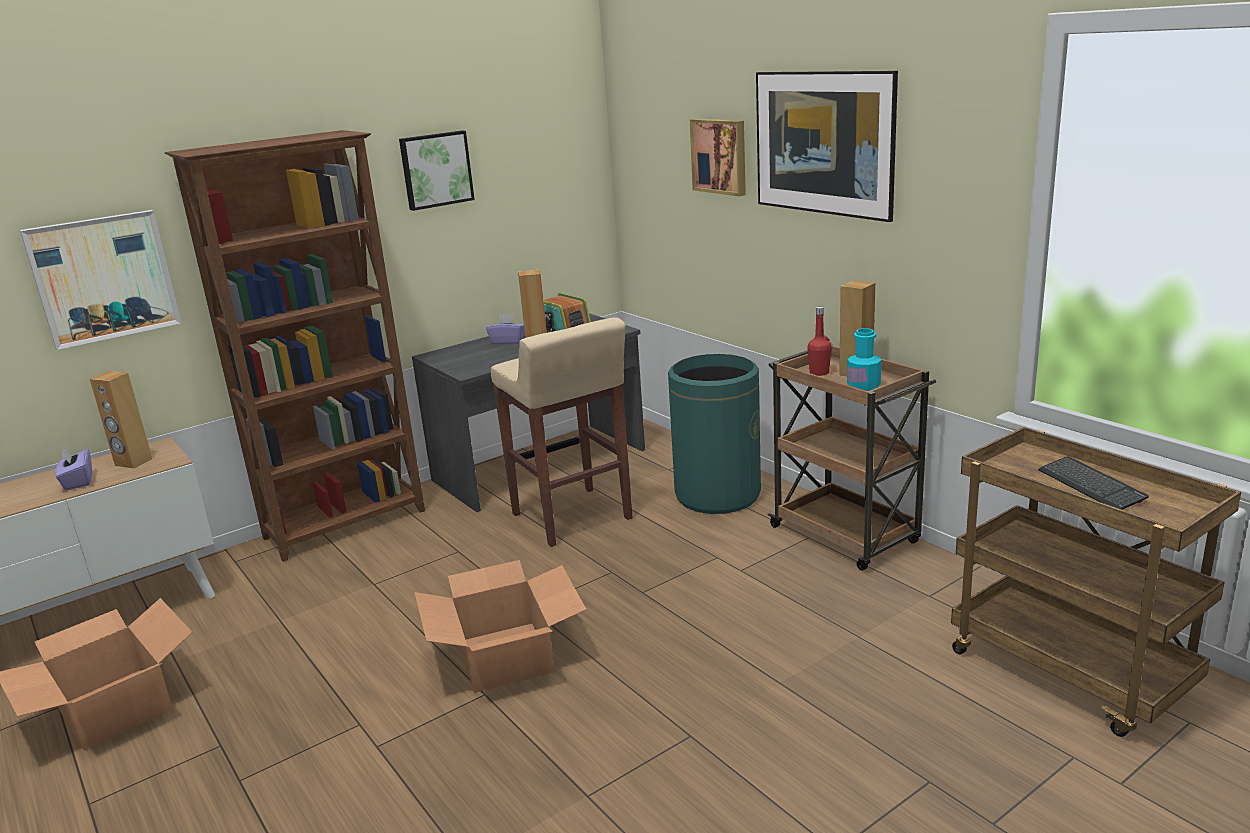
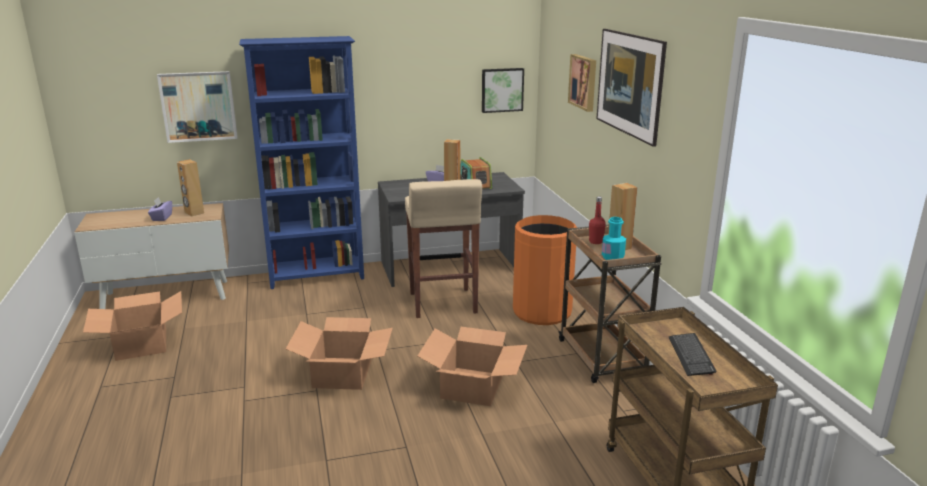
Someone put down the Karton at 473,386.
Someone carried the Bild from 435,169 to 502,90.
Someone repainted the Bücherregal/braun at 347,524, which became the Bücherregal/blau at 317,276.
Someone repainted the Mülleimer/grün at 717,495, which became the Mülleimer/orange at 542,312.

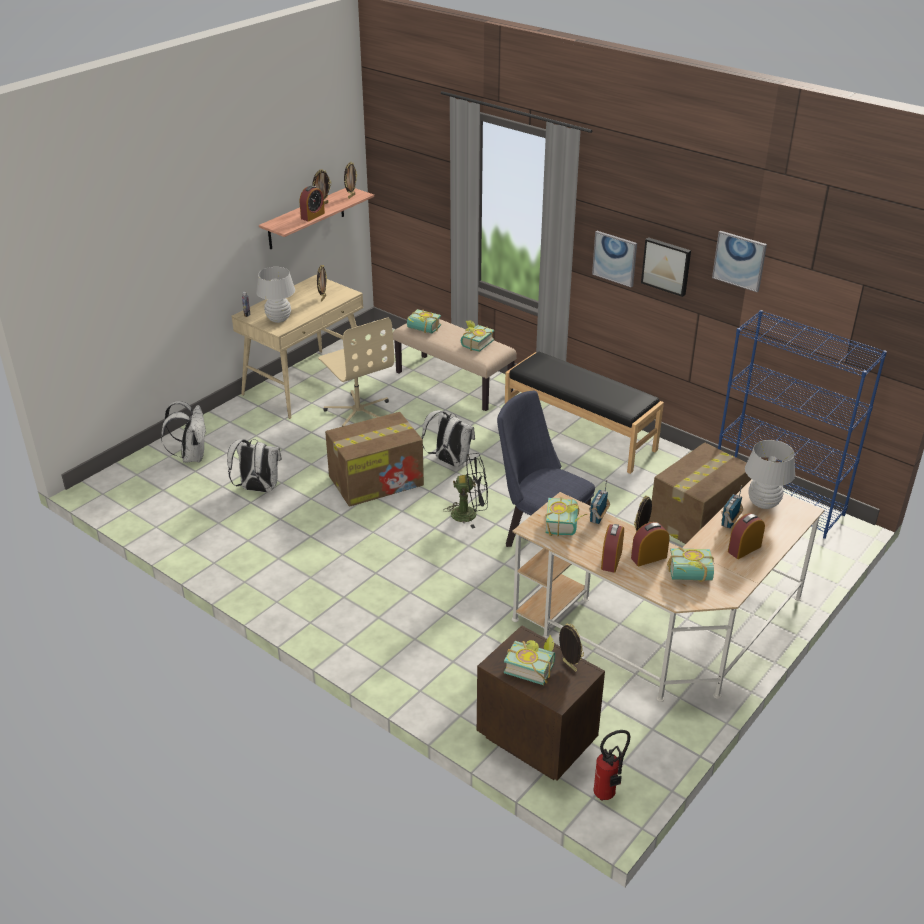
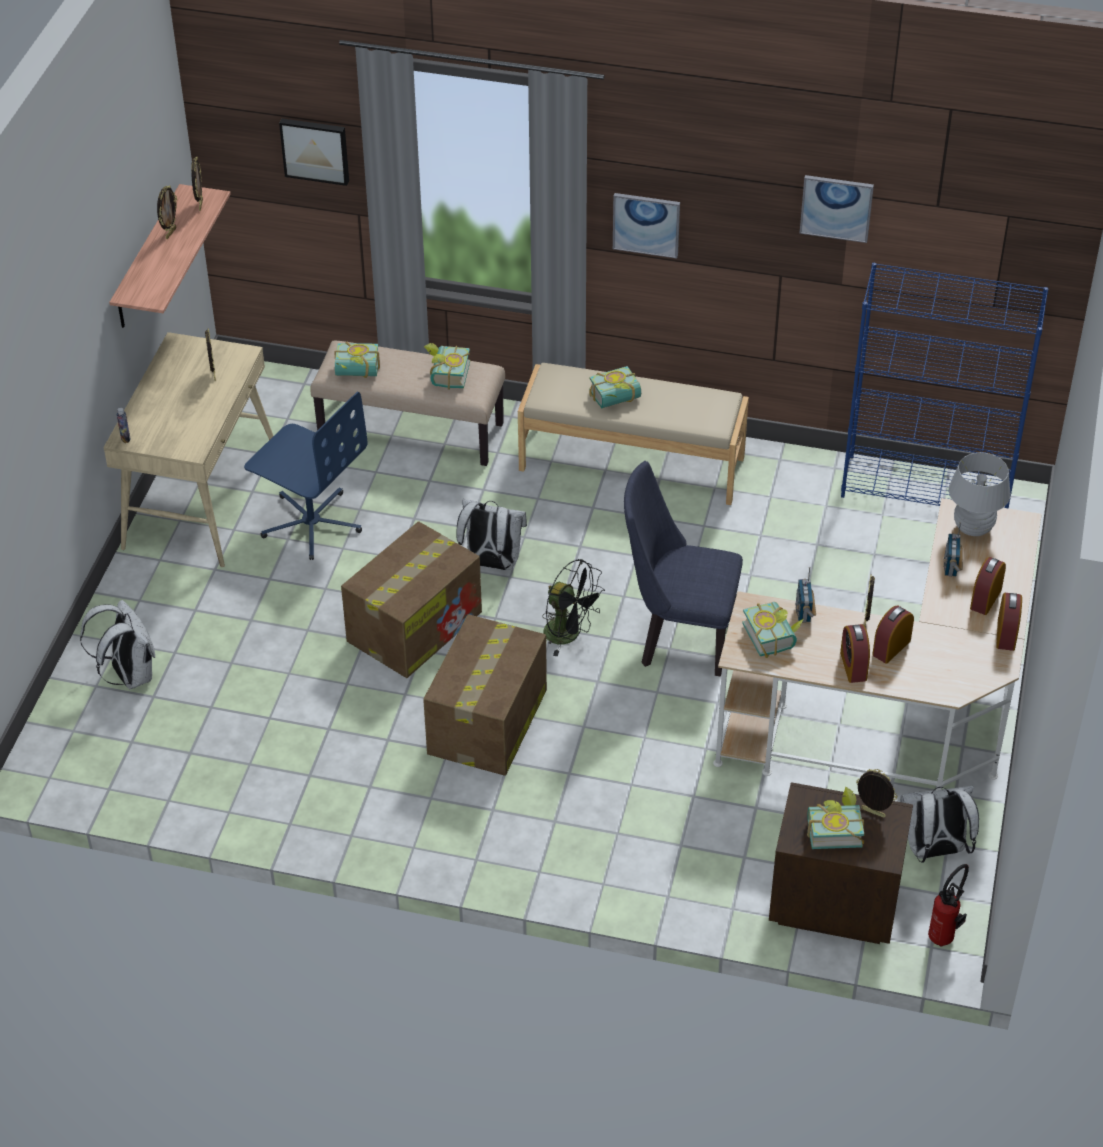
Someone took away the Tischlampe/weiß at 278,319.
Someone carried the Rucksack/weiß from 258,489 to 934,850.
Someone carried the Wecker from 312,216 to 1006,634.
Someone carried the Bild from 667,266 to 315,150.
Someone carried the Karton from 696,518 to 487,723.
Someone carried the Buch from 690,577 to 617,400.
Someone repainted the Bürostuhl/beige at 358,411, which became the Bürostuhl/blau at 311,523.
Someone repainted the Bank/schwarz at 580,434, which became the Bank/beige at 632,462.
Someone rotated the Ventilator/schwarz at 470,514 by 60 degrees clockwise.

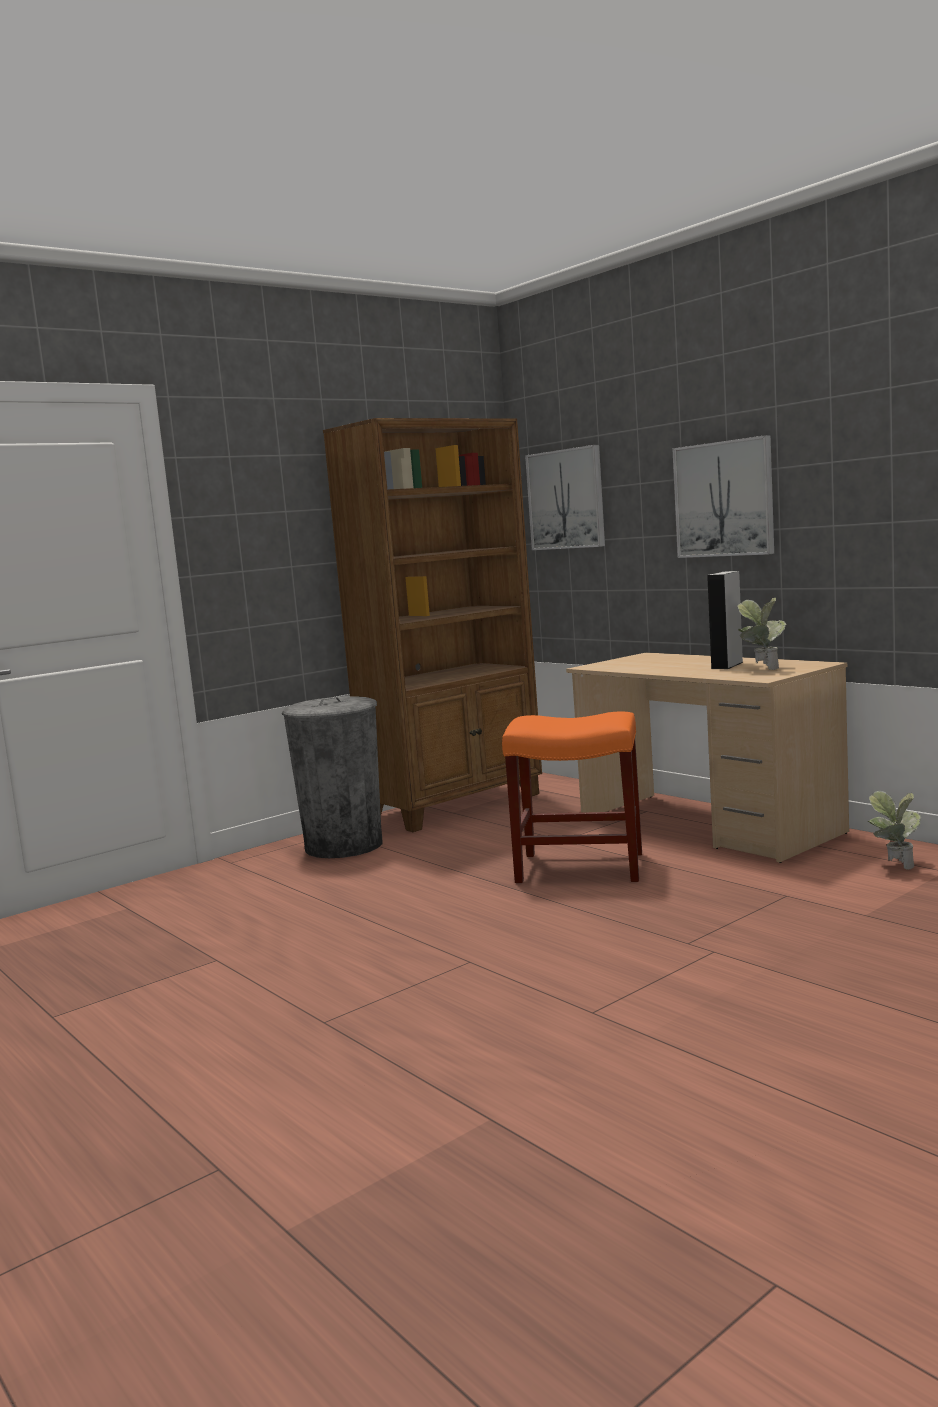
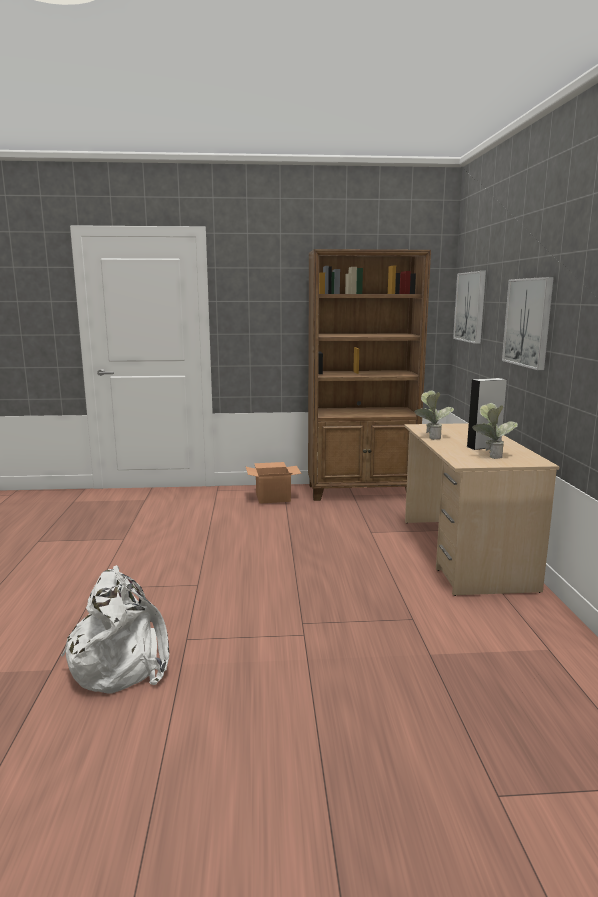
Someone took away the Hocker/orange at 578,867.
Someone put down the Rucksack/weiß at 121,663.
Someone carried the Topfpflanze from 894,865 to 431,437.
Someone swapped the Mülleimer/grau at 344,846 for the Karton at 272,497.

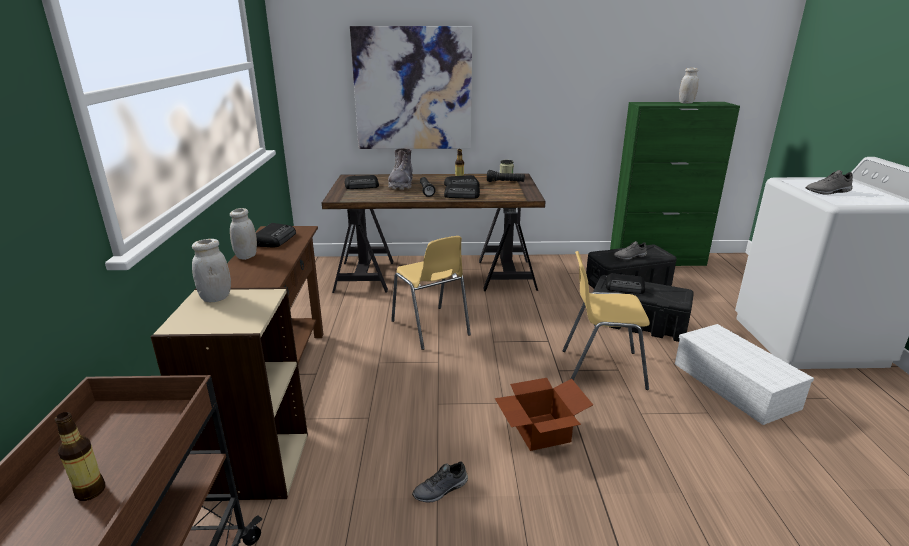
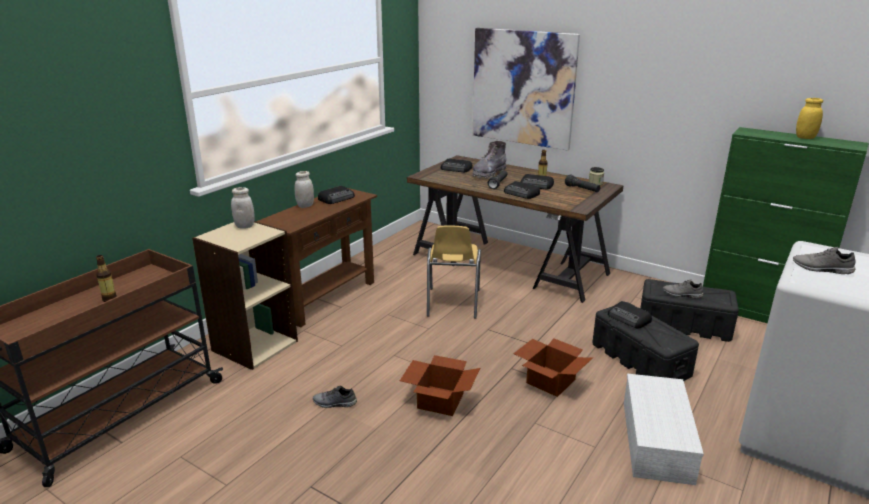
Someone swapped the Stuhl/gelb at 601,368 for the Karton at 550,380.
Someone repainted the Vorratsglas/weiß at 686,103, which became the Vorratsglas/gelb at 805,137.

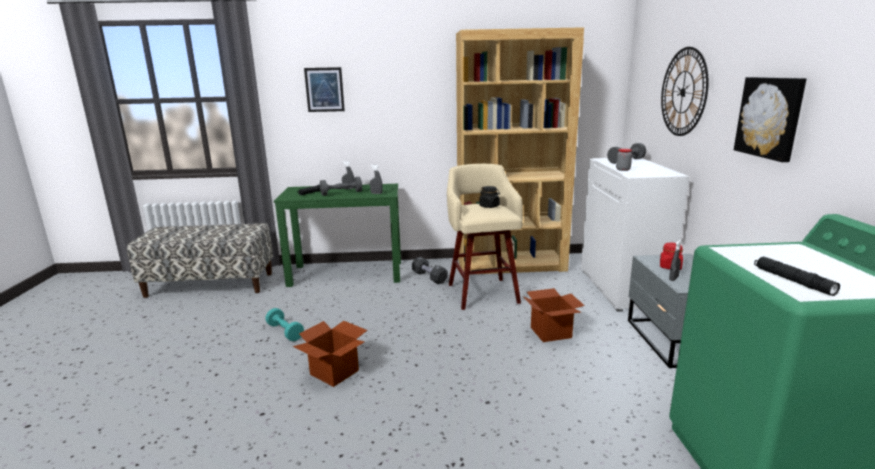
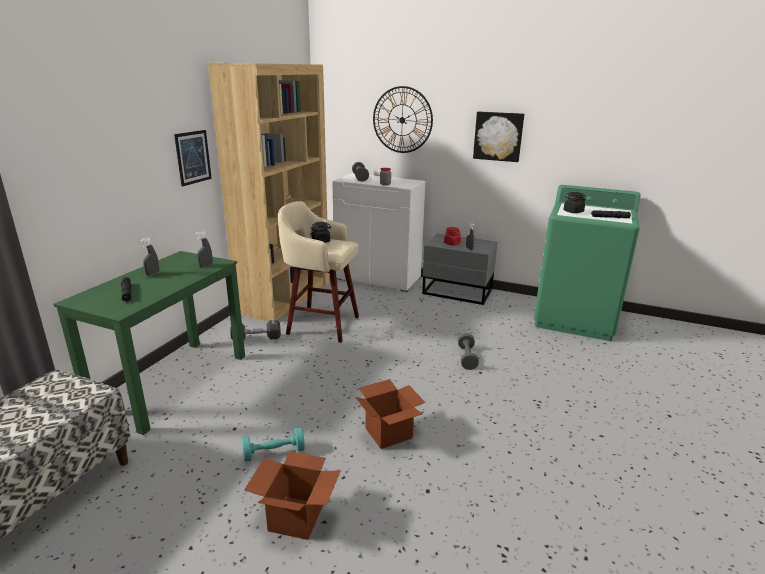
Someone put down the Vorratsglas/schwarz at 573,211.
Someone carried the Bild from 324,89 to 193,157.
Someone carried the Hantel/grau from 341,193 to 467,358.
Someone carried the Karton from 550,333 to 296,518.

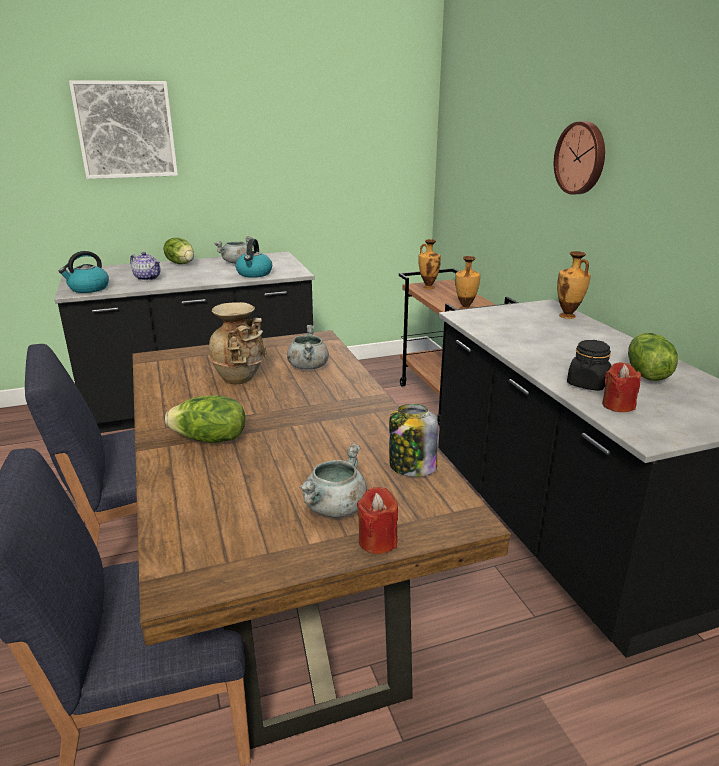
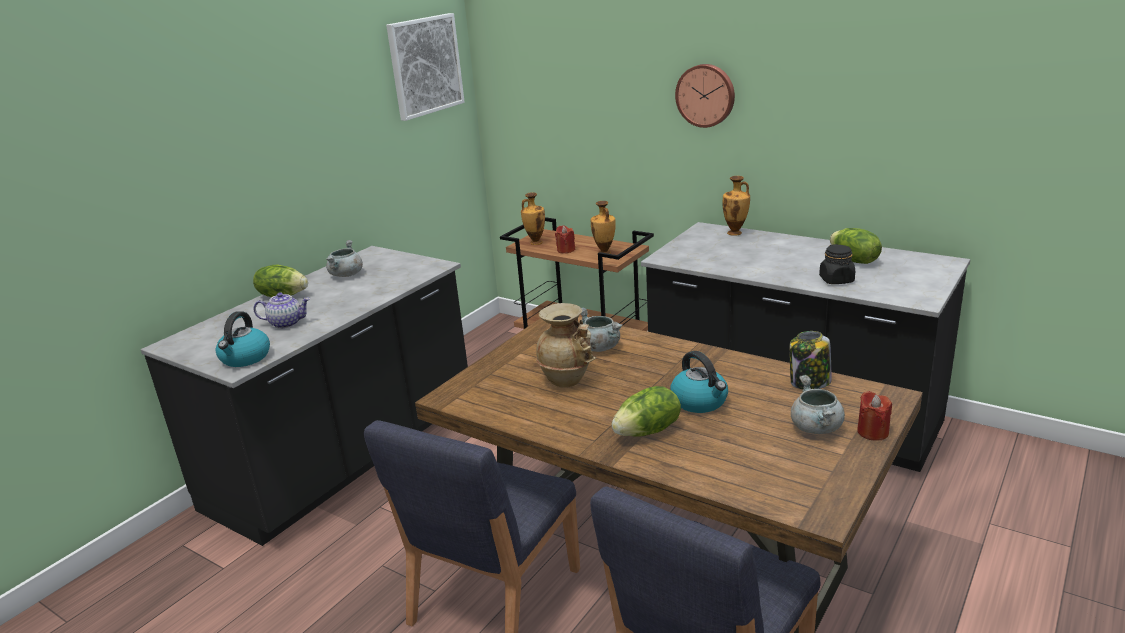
Someone carried the Bild from 126,130 to 425,65.
Someone carried the Wasserkessel from 254,274 to 700,401.
Someone carried the Kerze/rot from 618,405 to 565,250.

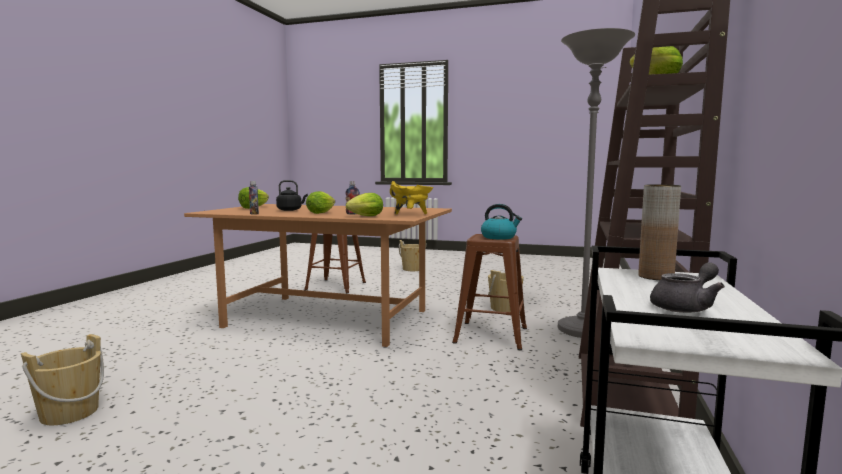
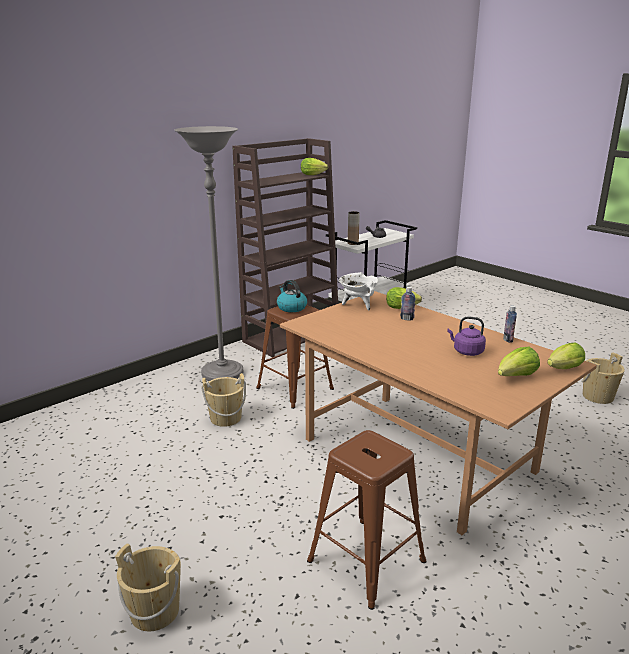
Someone carried the Salatkopf from 322,213 to 562,369.
Someone repainted the Wasserkessel/schwarz at 290,210, which became the Wasserkessel/lila at 466,351.
Someone repainted the Kochtopf/gelb at 411,215, which became the Kochtopf/weiß at 358,305.

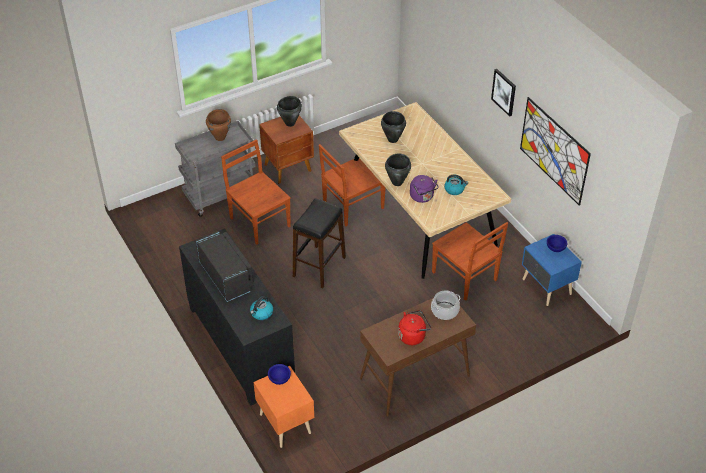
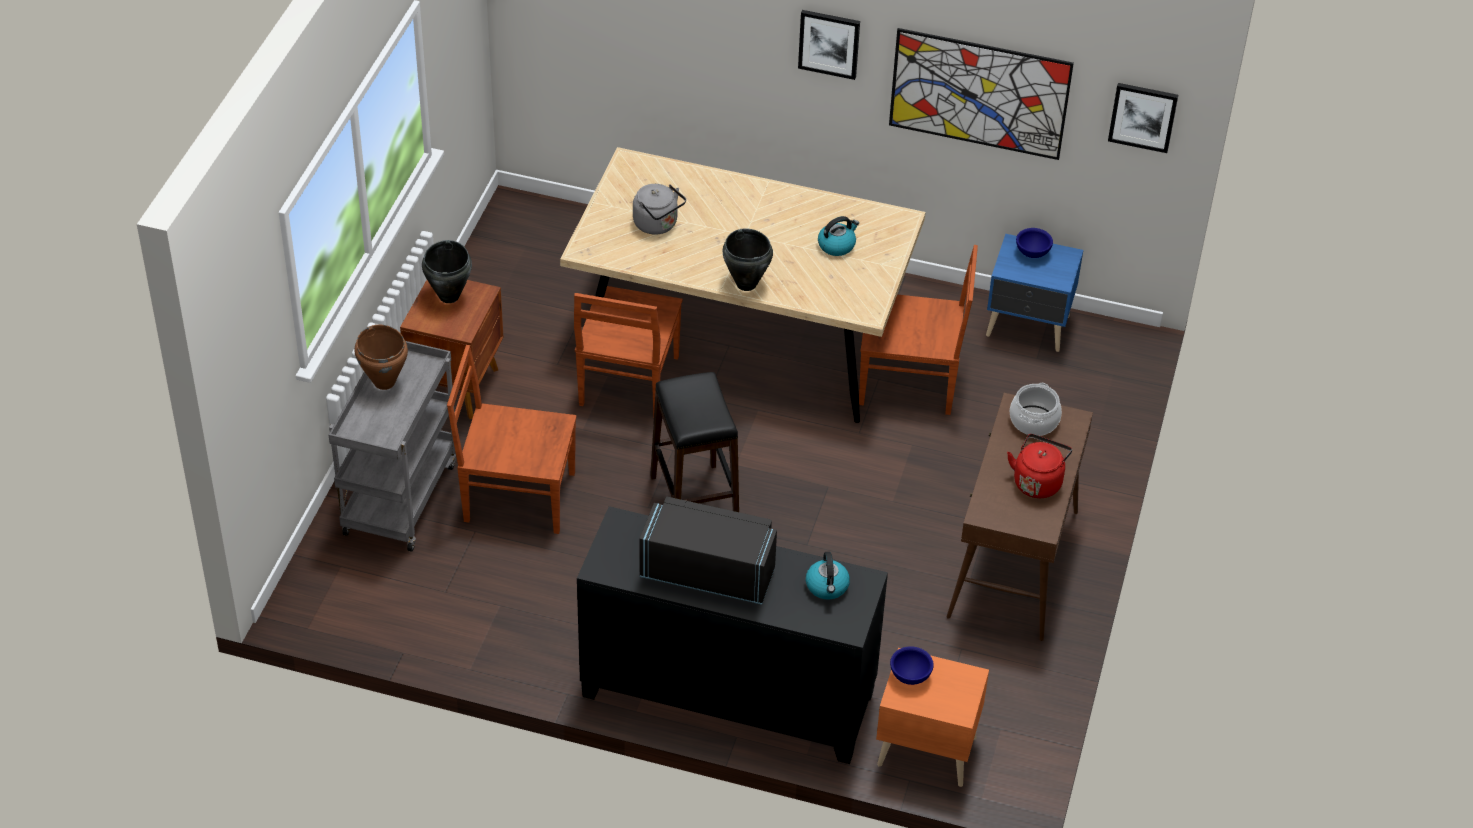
Someone took away the Wasserkessel/lila at 422,197.
Someone put up the Bild at 1143,116.
Someone swapped the Kochtopf/schwarz at 392,139 for the Wasserkessel/grau at 658,225.

